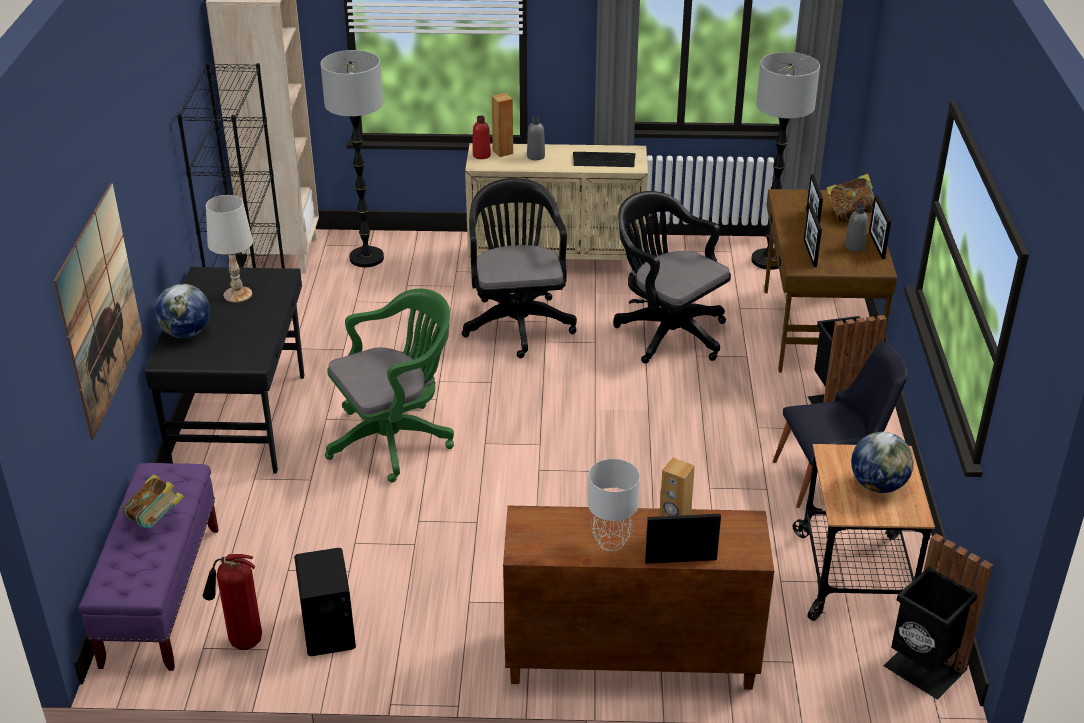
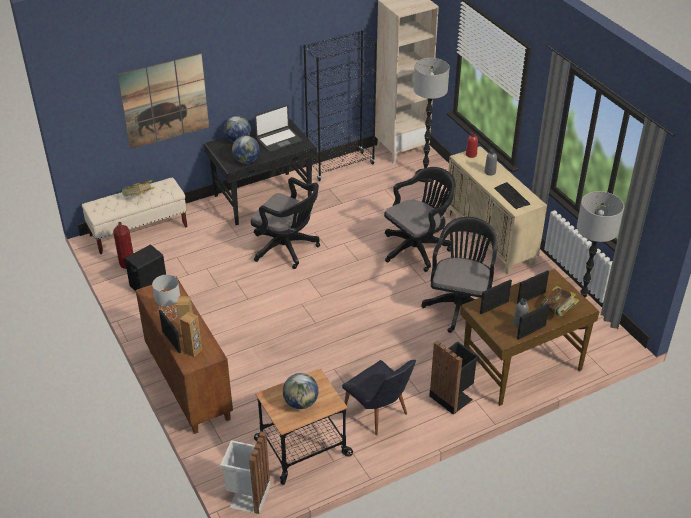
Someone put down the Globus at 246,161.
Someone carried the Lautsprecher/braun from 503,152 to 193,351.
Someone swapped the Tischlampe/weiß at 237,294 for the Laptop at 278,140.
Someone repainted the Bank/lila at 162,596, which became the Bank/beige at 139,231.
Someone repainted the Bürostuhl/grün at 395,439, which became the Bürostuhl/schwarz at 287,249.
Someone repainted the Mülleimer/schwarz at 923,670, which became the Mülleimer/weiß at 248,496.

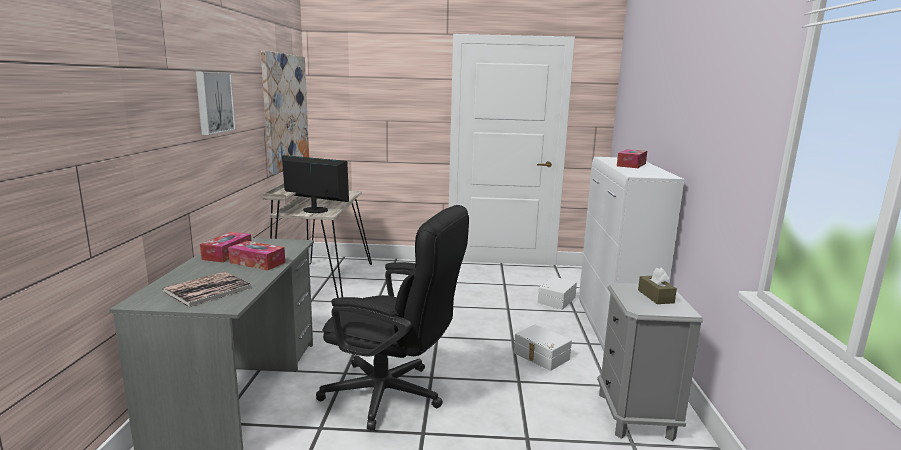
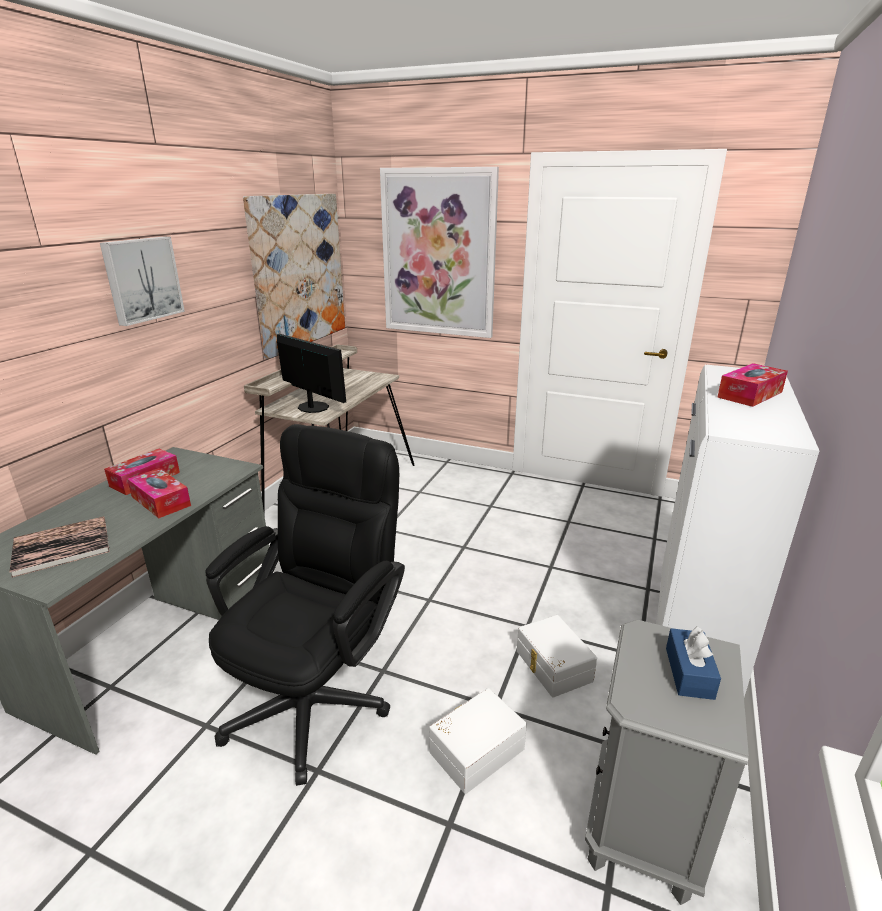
Someone put up the Bild at 438,254.
Someone carried the Aufbewahrungsbox/weiß from 555,300 to 475,749.
Someone repainted the Taschentuchbox/braun at 655,296, which became the Taschentuchbox/blau at 689,673.
Someone rotated the Bürostuhl/schwarz at 393,396 by 105 degrees counterclockwise.

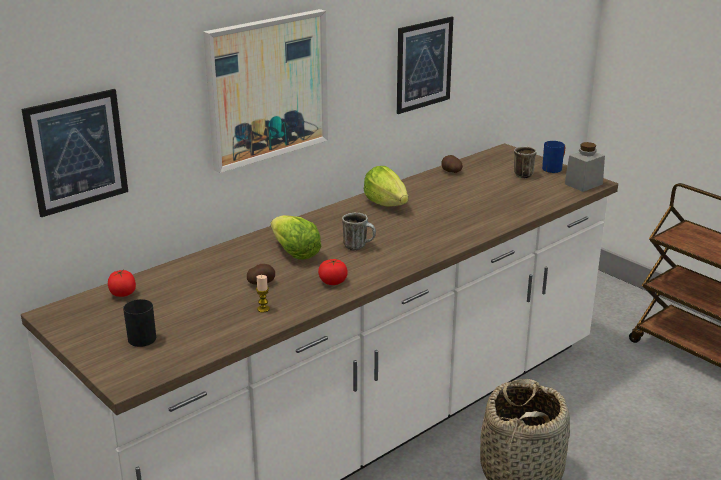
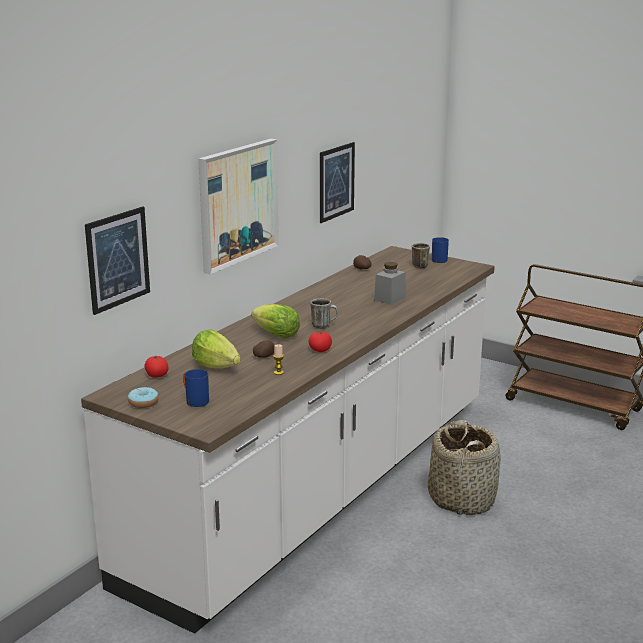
Someone put down the Donut at 143,403.
Someone carried the Salatkopf from 386,203 to 216,366.
Someone carried the Vorratsglas/grau from 583,184 to 389,298.
Someone repainted the Henkelbecher/schwarz at 140,337, which became the Henkelbecher/blau at 194,401.

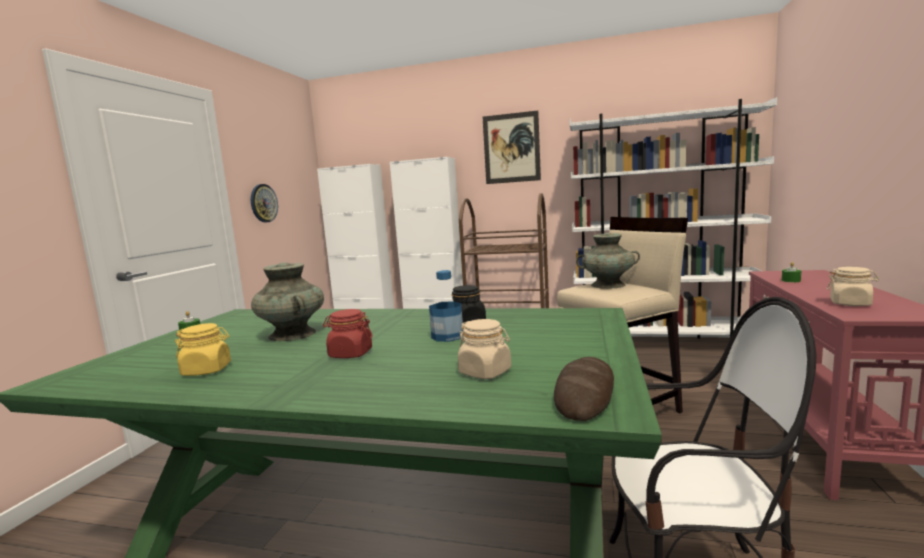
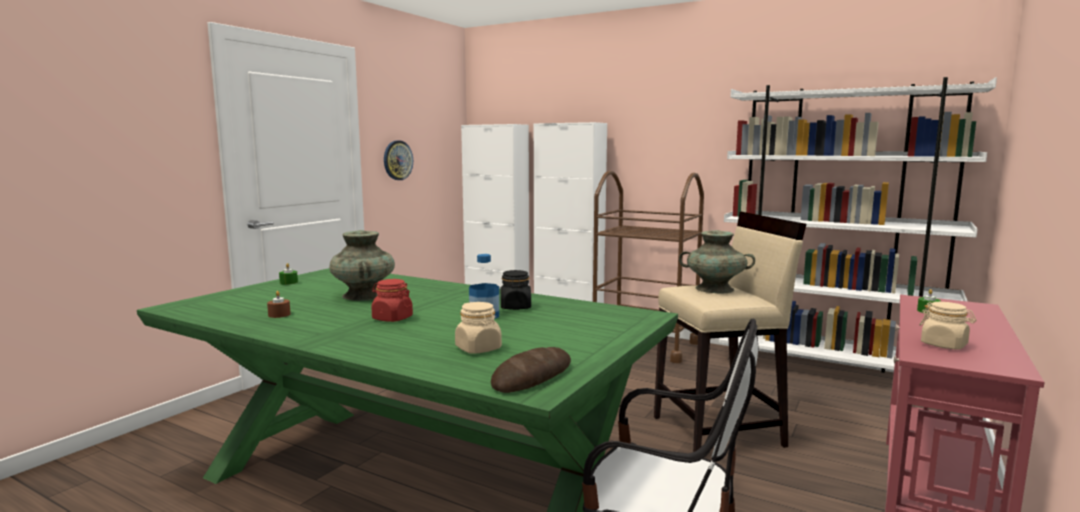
Someone took away the Bild at 511,148.
Someone swapped the Vorratsglas/gelb at 207,370 for the Kerze/braun at 279,315.

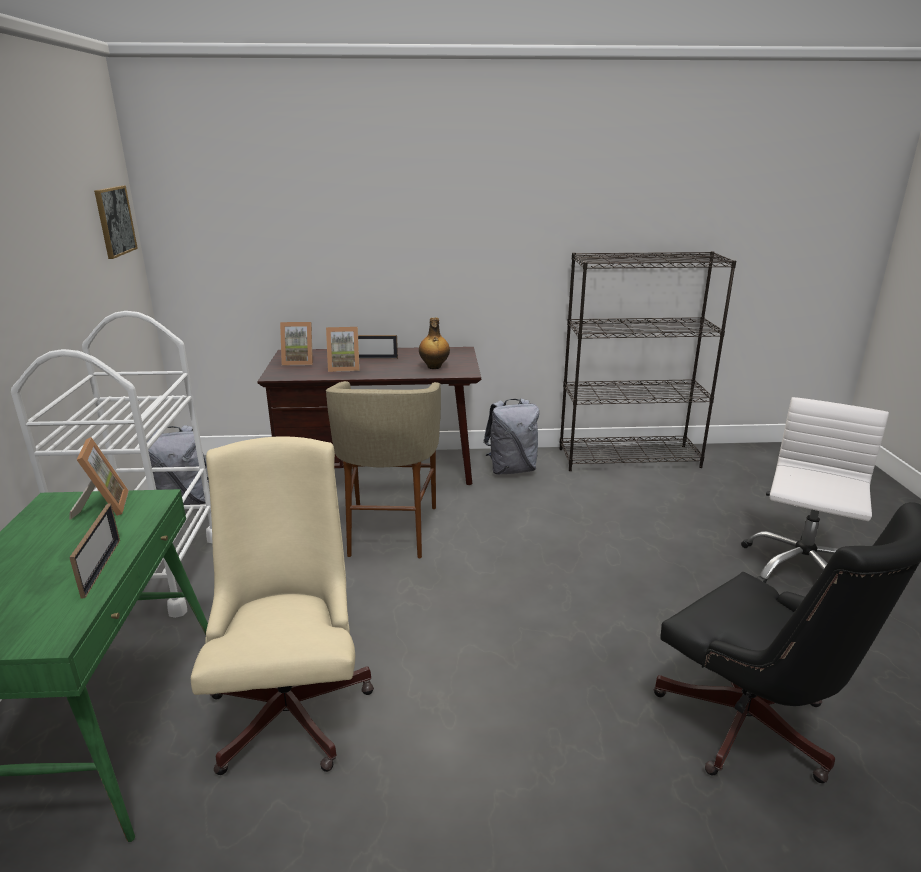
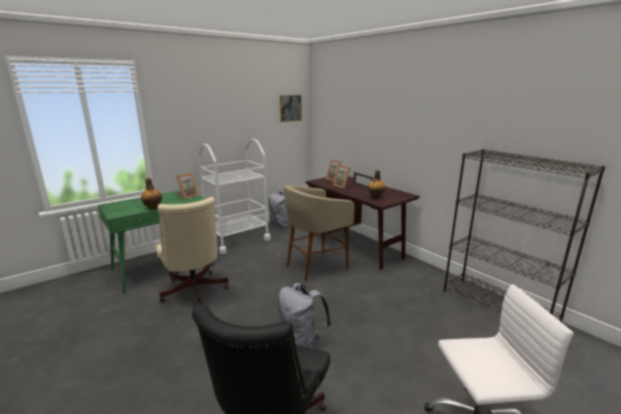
Someone carried the Rucksack/grau from 511,469 to 302,342.
Someone swapped the Bilderrahmen at 101,567 for the Flasche at 153,207.
Someone rotated the Bürostuhl/beige at 292,704 by 105 degrees clockwise.

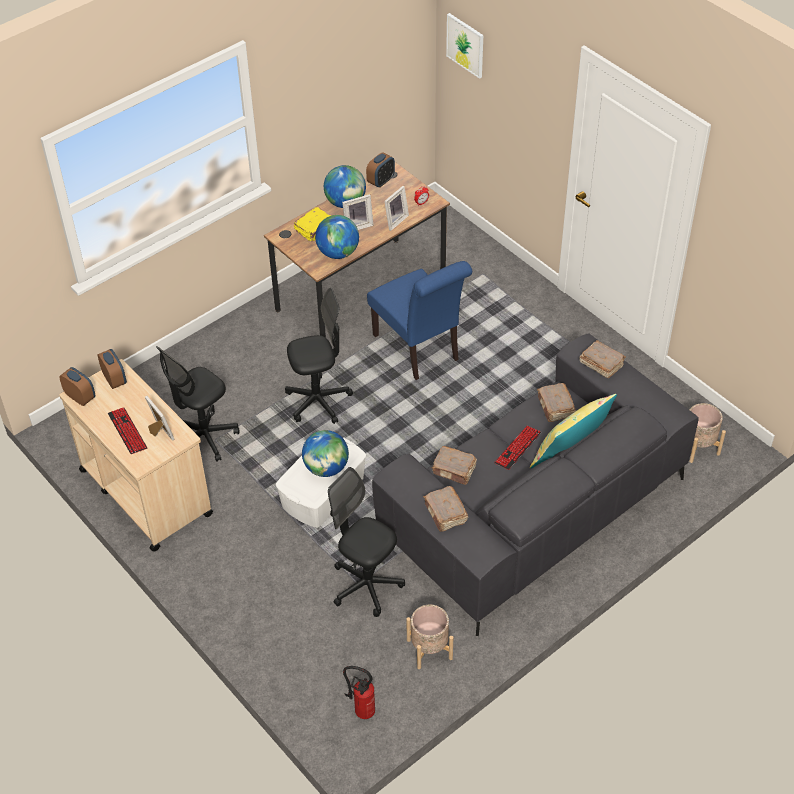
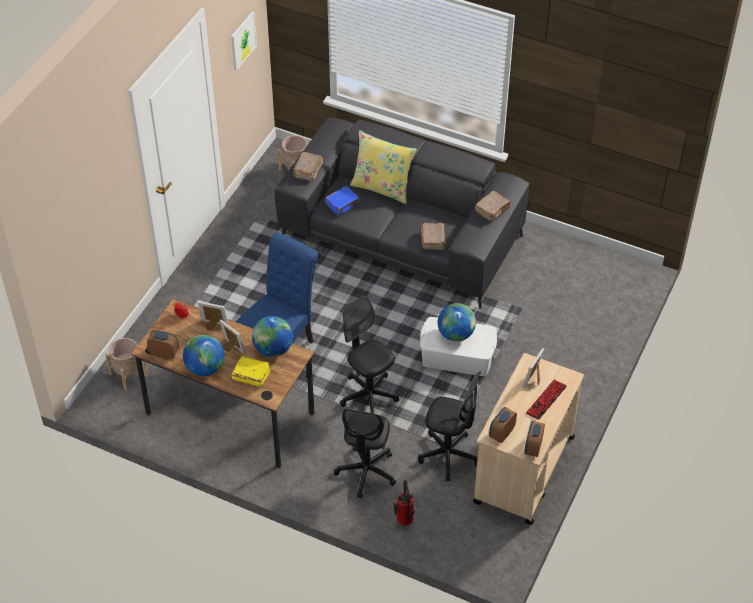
Someone took away the Tastatur at 517,448.
Someone carried the Bürostuhl/schwarz from 366,585 to 366,472.
Someone carried the Feuerlöscher from 362,710 to 404,523.
Someone carried the Pflanzkübel/beige from 429,649 to 128,374.
Someone carried the Bild from 465,45 to 243,40.
Someone repainted the Buch/braun at 555,407, which became the Buch/blau at 343,205.

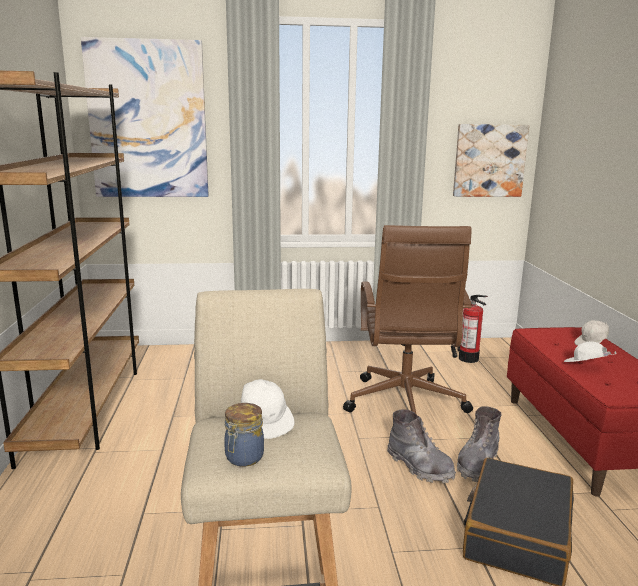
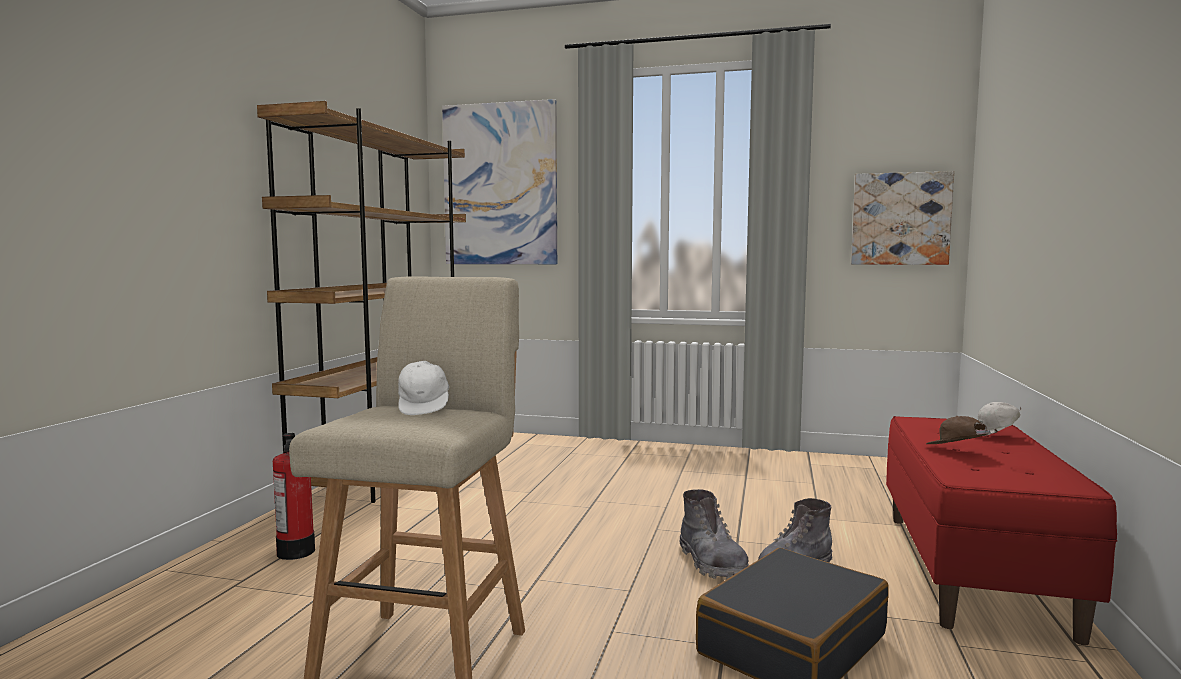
Someone took away the Vorratsglas at 243,458.
Someone took away the Bürostuhl/braun at 405,405.
Someone carried the Feuerlöscher from 468,358 to 296,551.
Someone repainted the Kappe/weiß at 585,365, which became the Kappe/braun at 956,451.

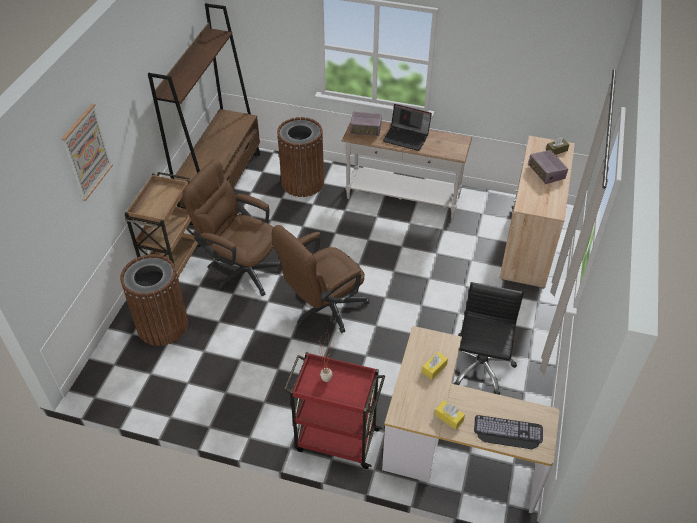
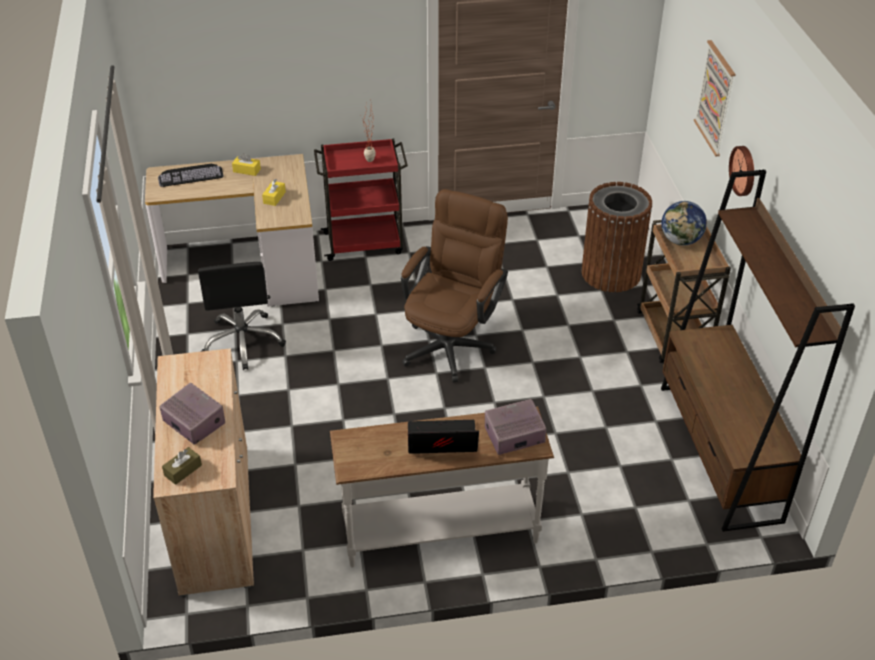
Someone took away the Bürostuhl/braun at 241,268.
Someone took away the Mülleimer/braun at 302,182.
Someone put down the Globus at 681,241.
Someone put up the Wanduhr at 744,170.

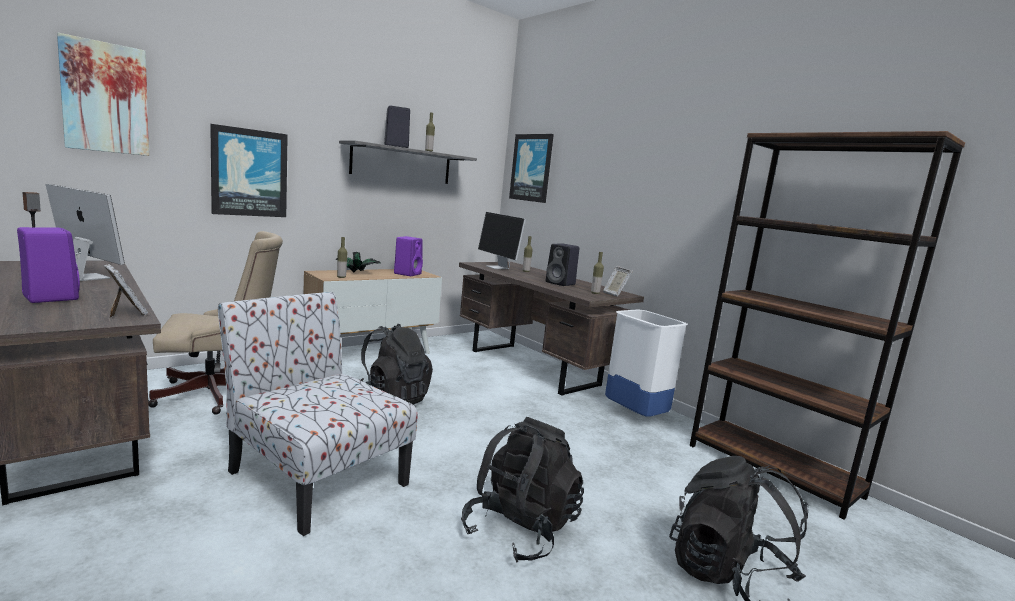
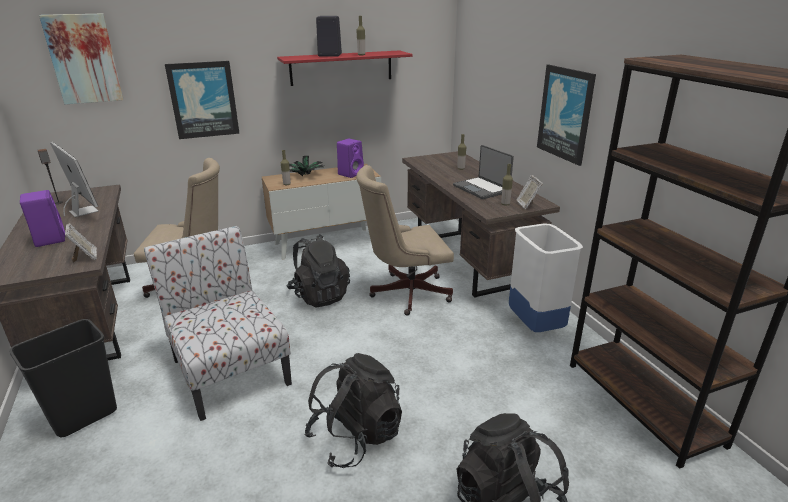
Someone took away the Monitor at 498,267.
Someone put down the Mülleimer/schwarz at 84,417.
Someone put down the Bürostuhl/beige at 405,293.
Someone carried the Bild from 531,168 to 565,113.
Someone swapped the Lautsprecher/schwarz at 561,283 for the Laptop at 481,189.
Someone repainted the Wandregal/grau at 402,164, which became the Wandregal/rot at 341,68.

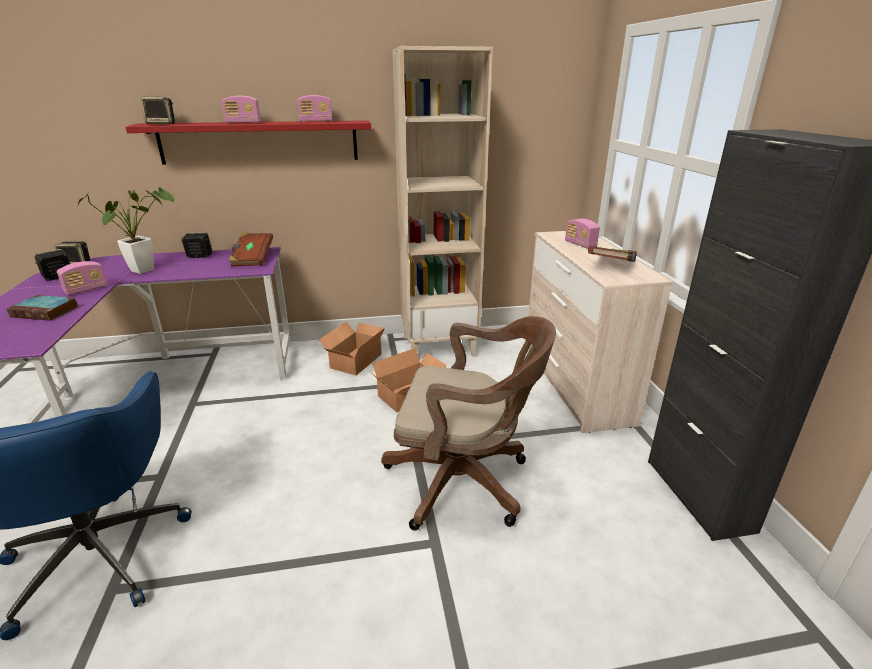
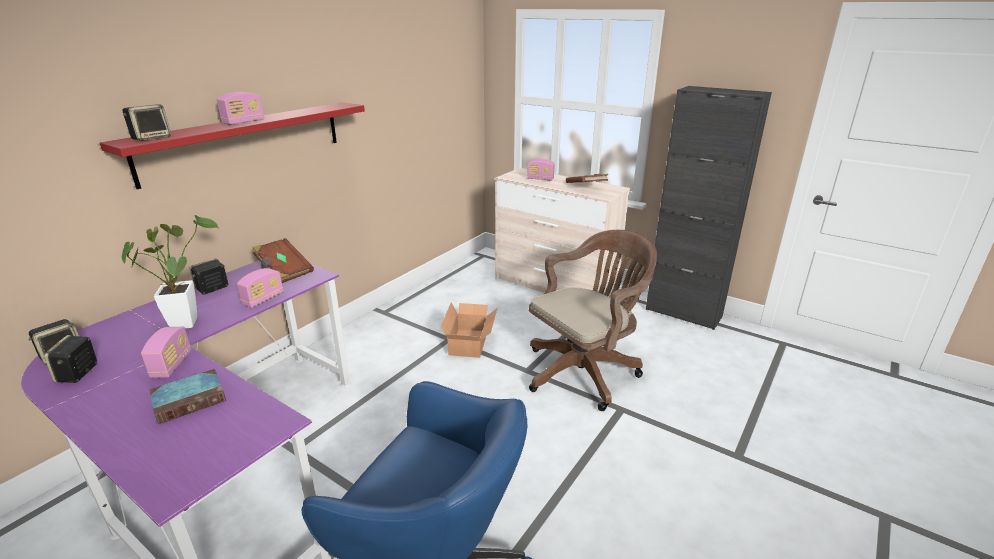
Someone took away the Karton at 353,361.
Someone took away the Bücherregal/beige at 439,345.
Someone carried the Radio from 316,121 to 263,299.

